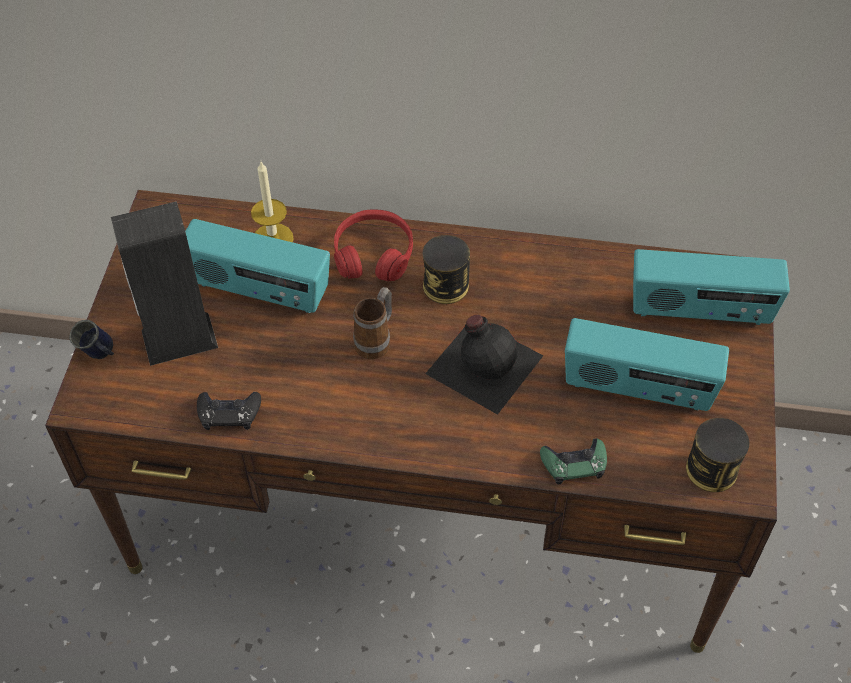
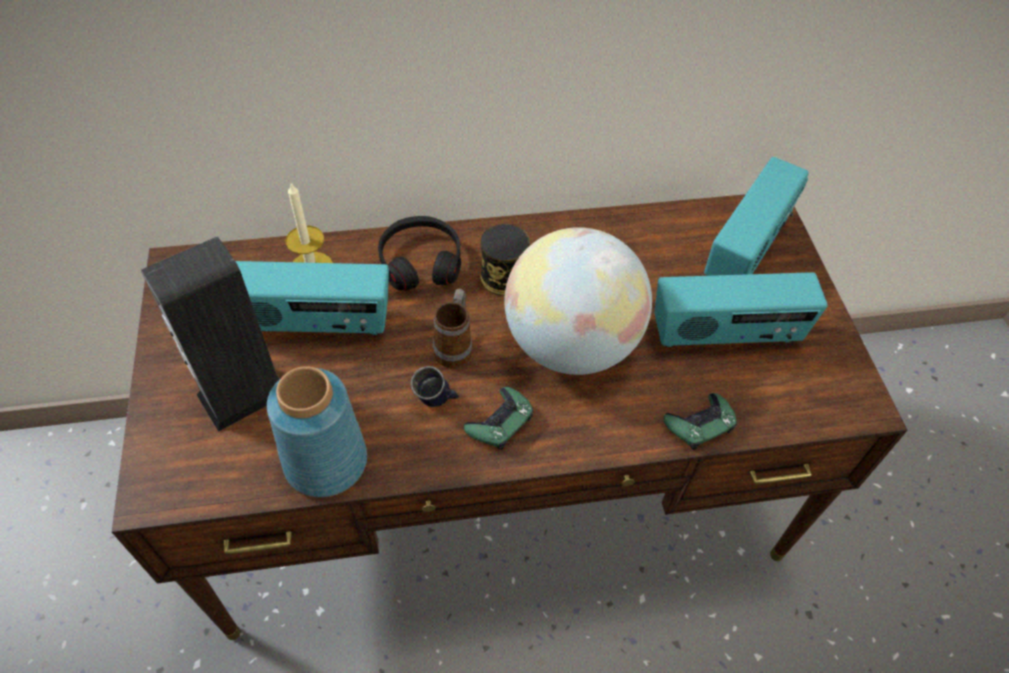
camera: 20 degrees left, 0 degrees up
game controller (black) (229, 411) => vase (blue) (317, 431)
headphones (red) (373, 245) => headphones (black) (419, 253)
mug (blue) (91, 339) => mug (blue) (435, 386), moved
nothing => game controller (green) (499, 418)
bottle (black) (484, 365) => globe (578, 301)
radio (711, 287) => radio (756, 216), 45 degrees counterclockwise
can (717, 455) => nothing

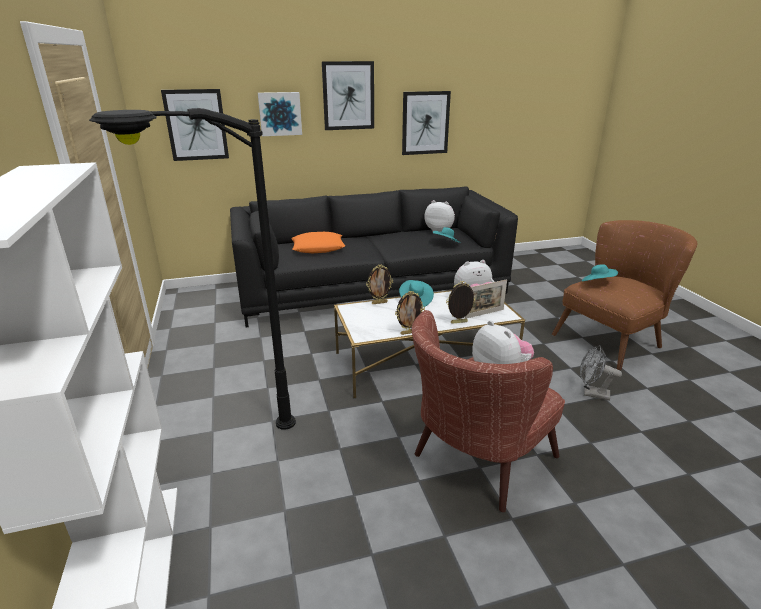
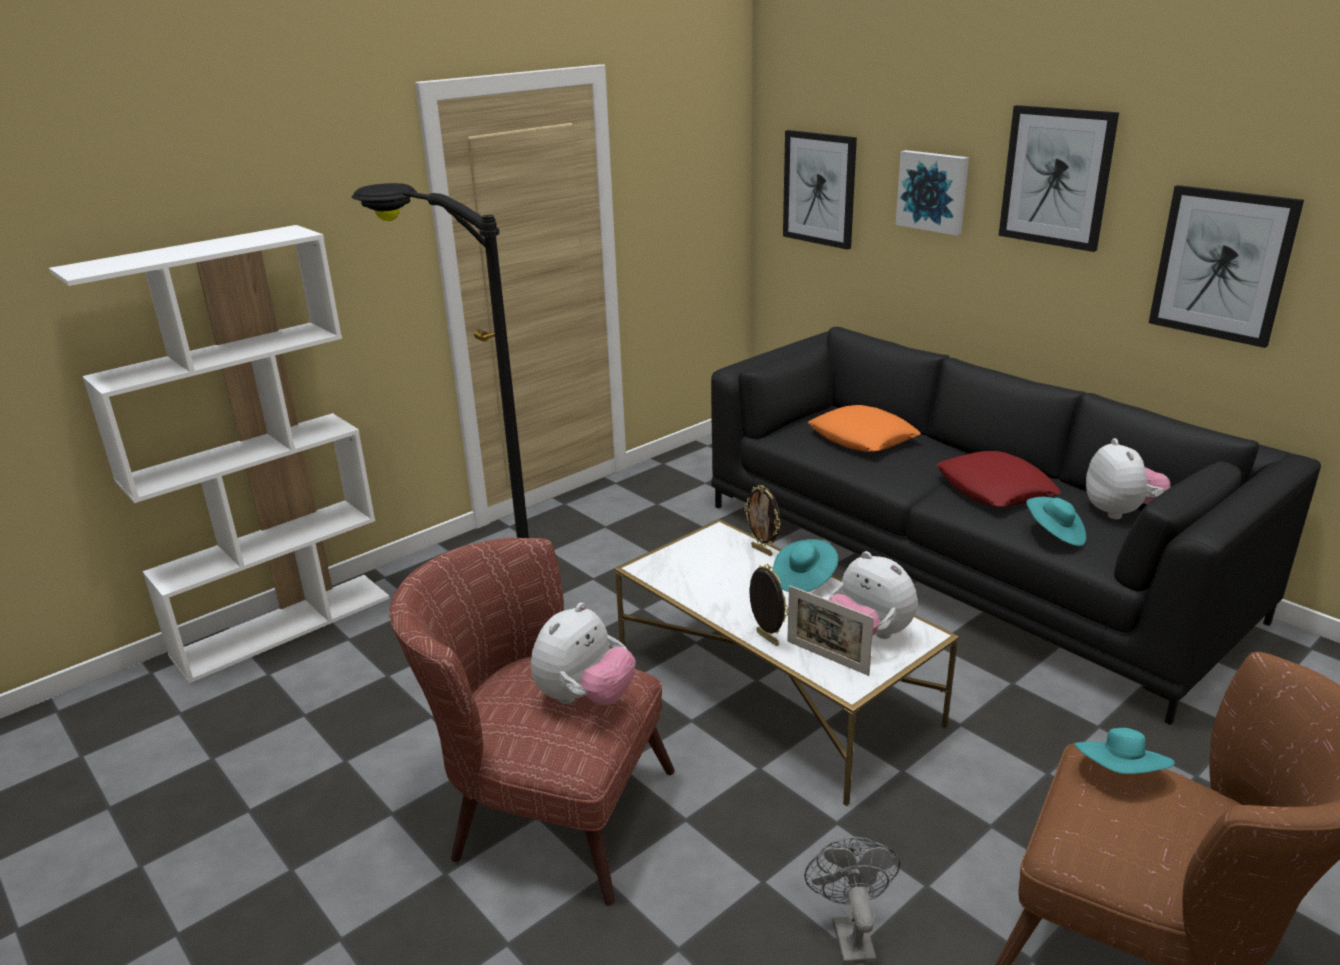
camera: 65 degrees right, 0 degrees up
nothing => pillow (red) (999, 479)
picture frame (410, 313) => nothing

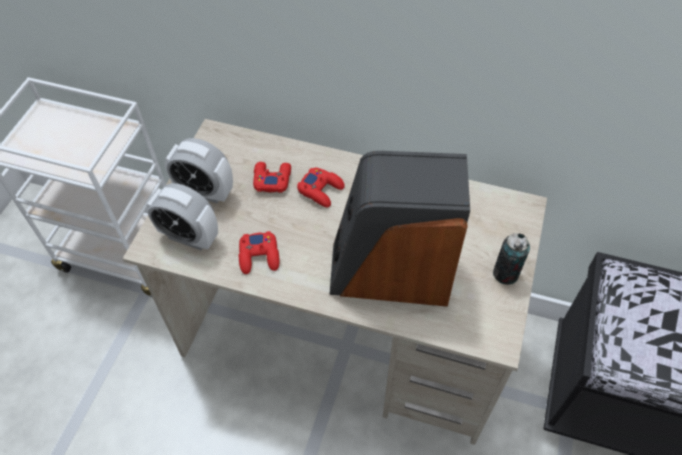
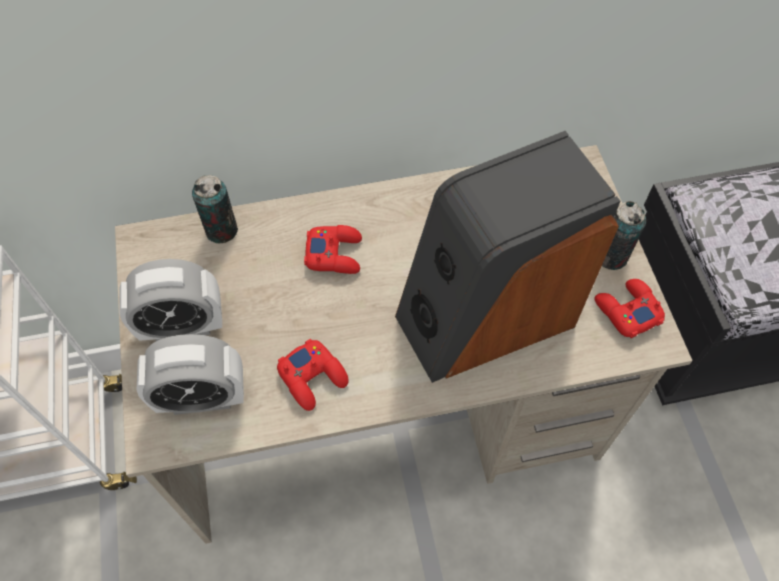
camera: 30 degrees left, 5 degrees up
nothing => can (215, 209)
game controller (red) (272, 177) => game controller (red) (629, 308), moved

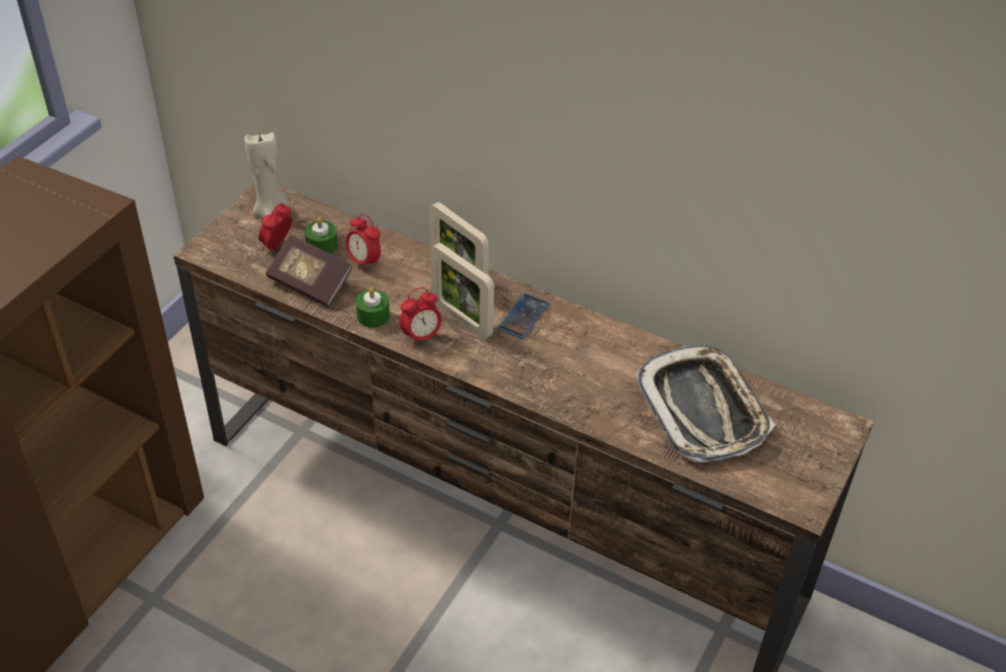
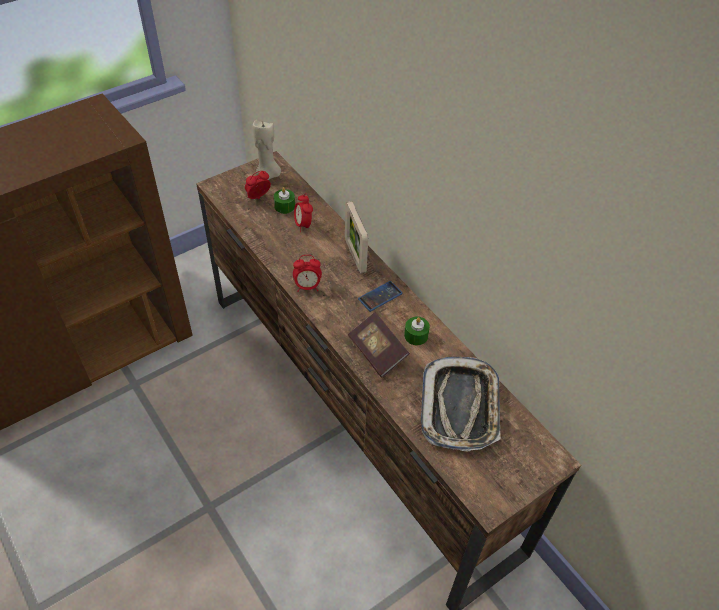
camera: 25 degrees right, 5 degrees up
book (309, 271) => book (379, 345), moved
candle (green) (373, 307) => candle (green) (417, 331), moved
picture frame (462, 291) => nothing

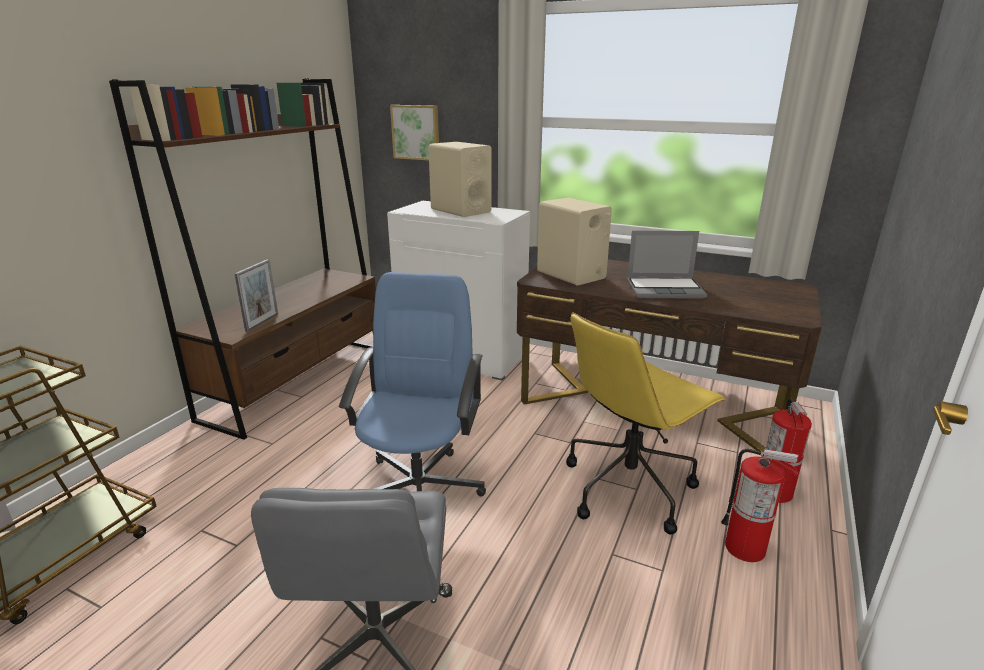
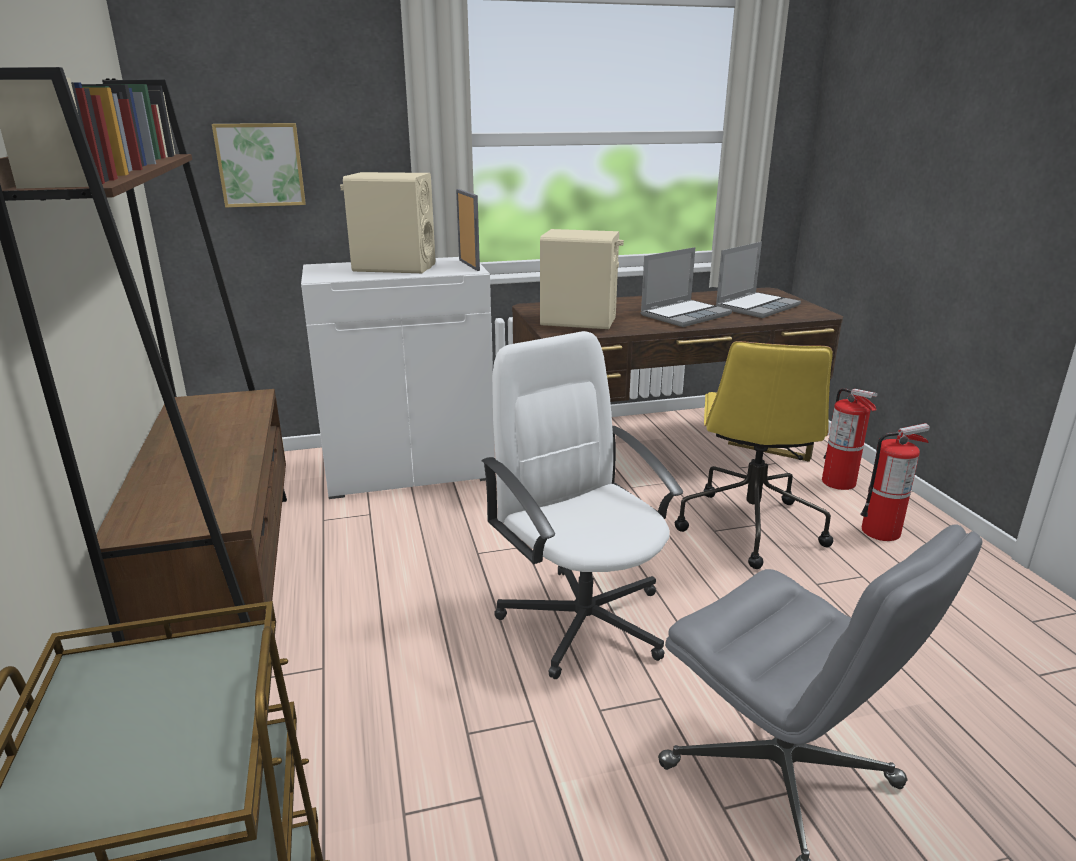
camera: 40 degrees left, 0 degrees up
picture frame (256, 295) => picture frame (468, 230), moved
office chair (blue) (412, 384) => office chair (white) (582, 505)
nothing => laptop (758, 280)

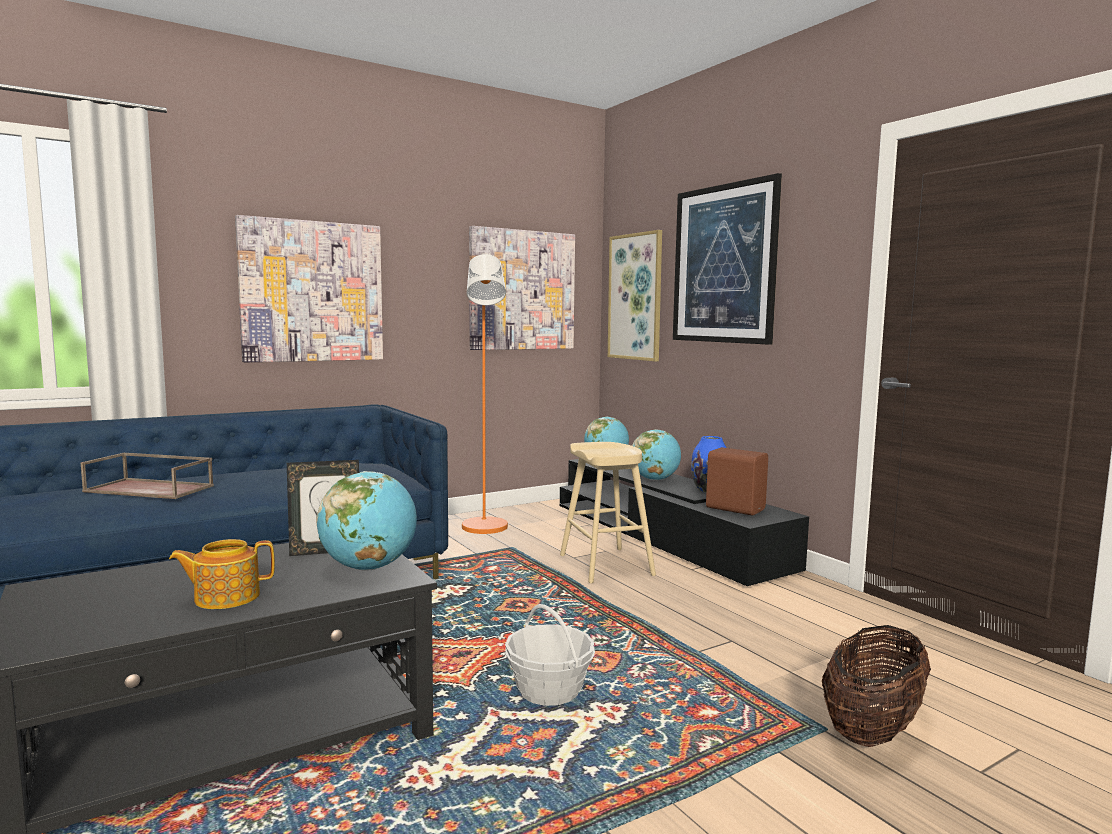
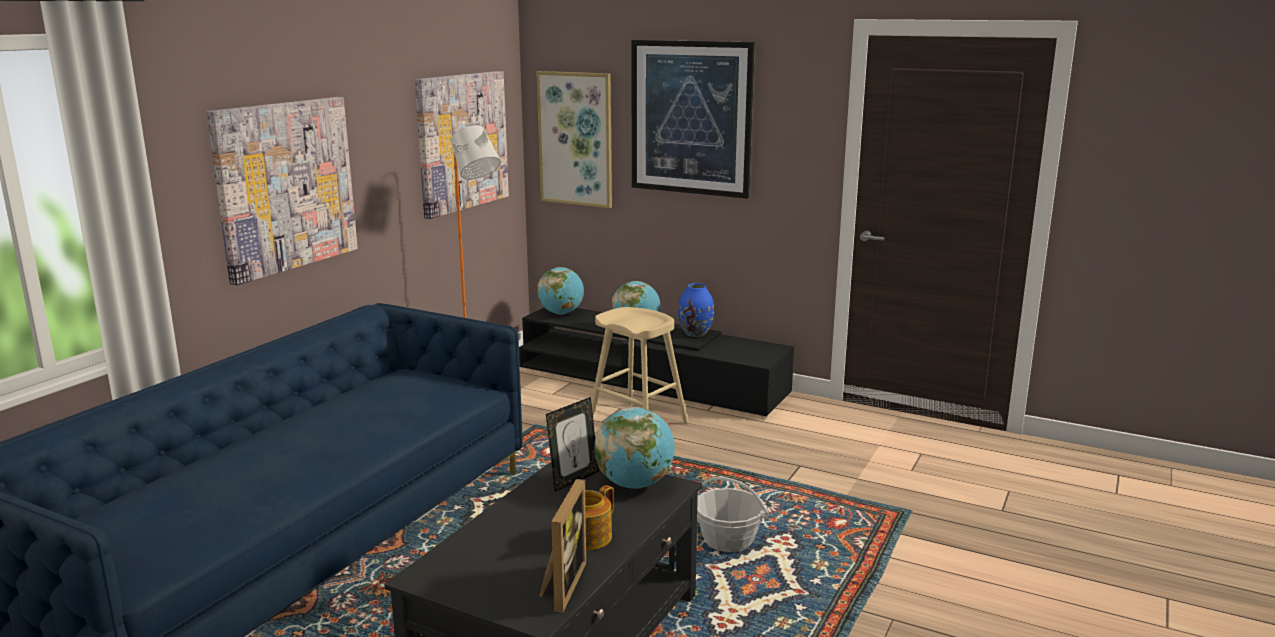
camera: 30 degrees left, 10 degrees up
nothing => picture frame (562, 546)
tray (brown) (147, 476) => nothing
speaker (brown) (737, 481) => nothing
basket (876, 686) => nothing

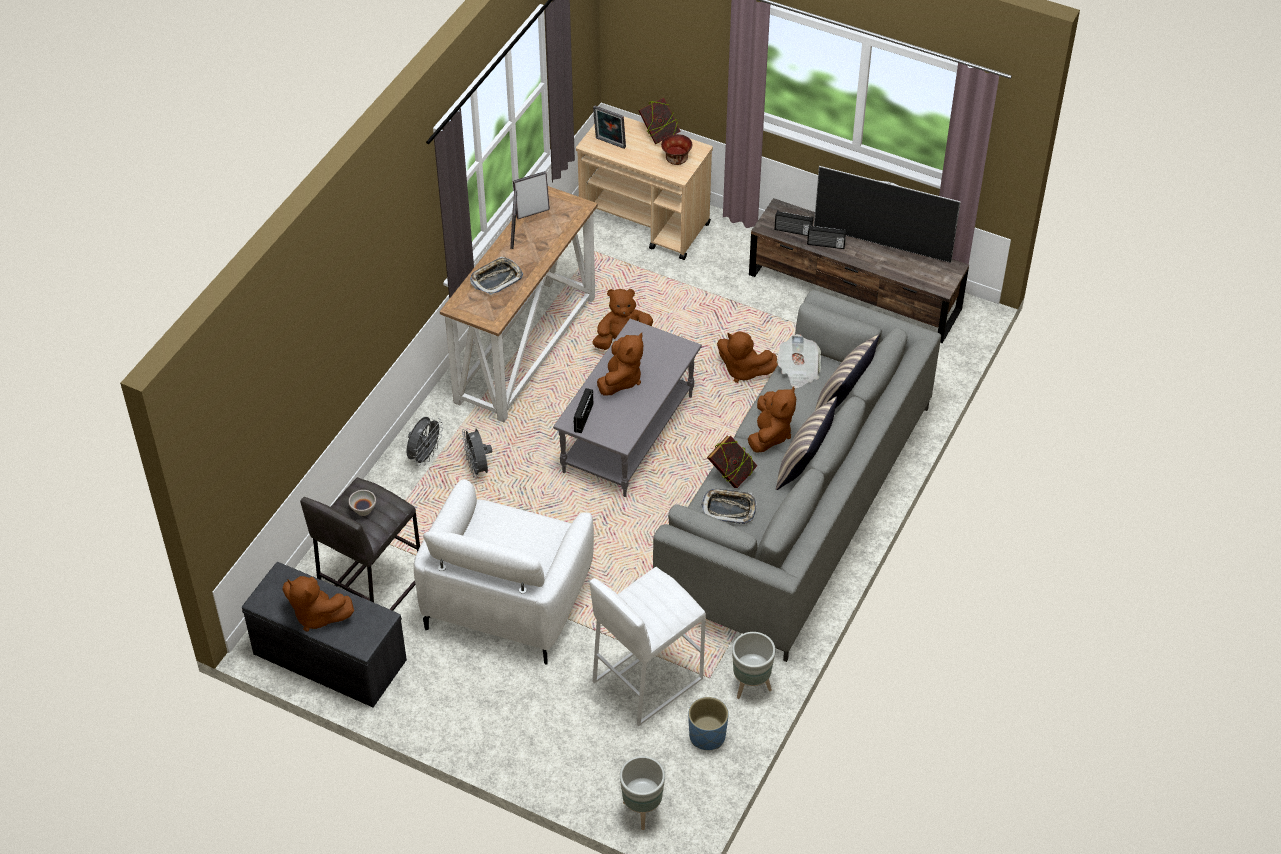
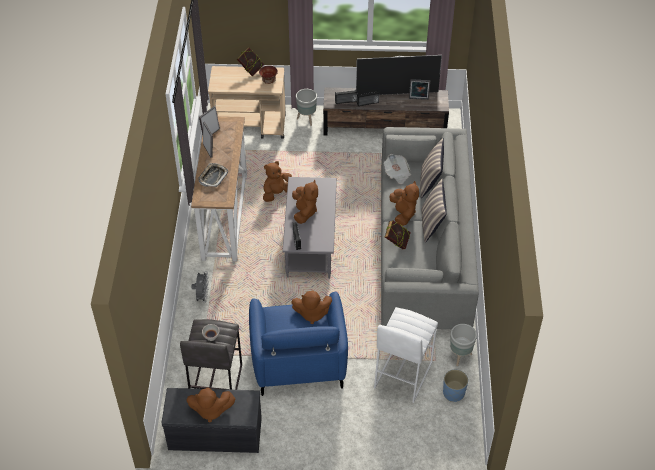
camera: 25 degrees left, 0 degrees up
armchair (white) (504, 572) => armchair (blue) (298, 343)
plush toy (brown) (747, 357) => plush toy (brown) (311, 307), moved
planter (grey) (642, 793) => planter (grey) (306, 107), moved
picture frame (609, 127) => picture frame (419, 89), moved
fan (grey) (477, 454) => nothing
tray (729, 506) => nothing

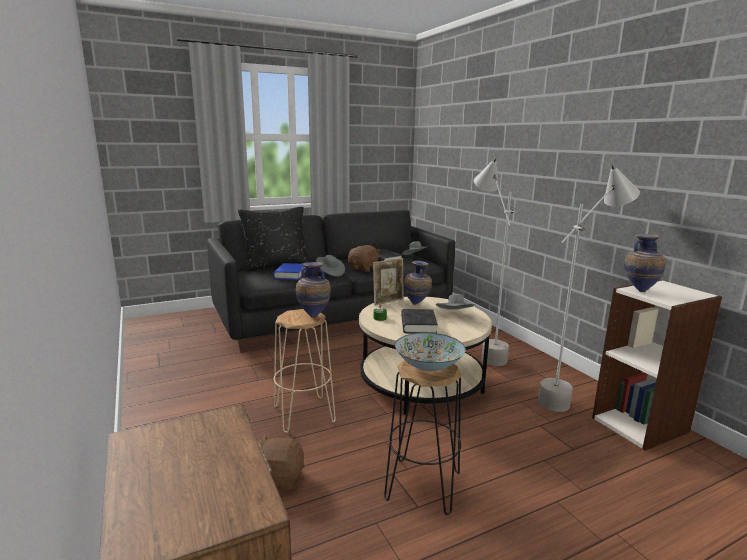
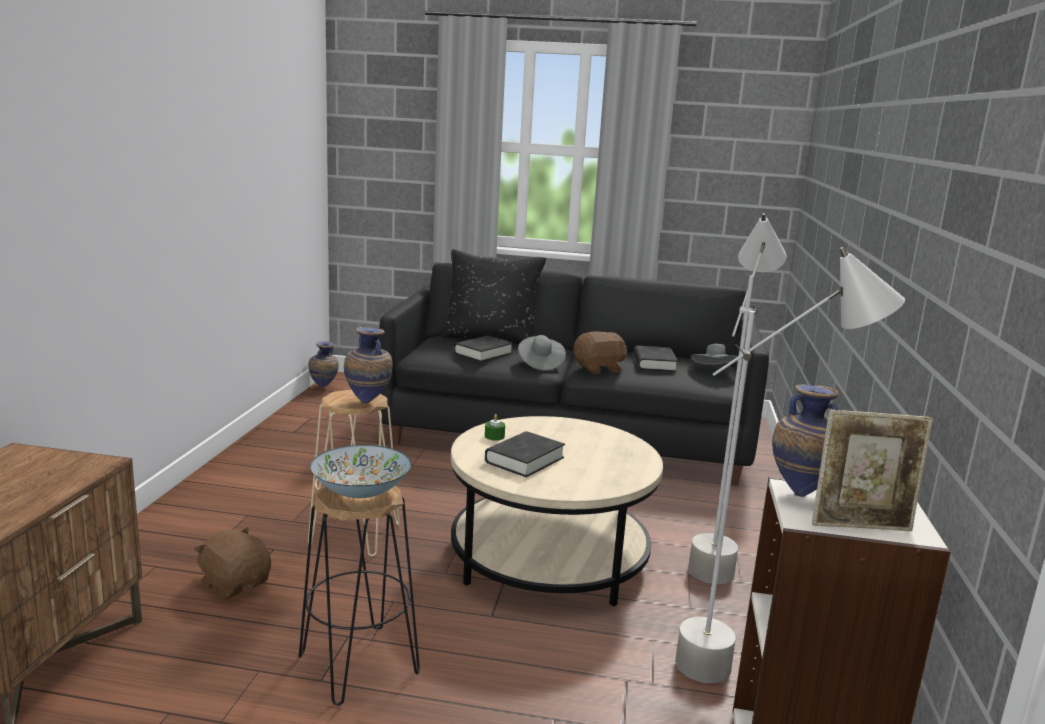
camera: 35 degrees right, 0 degrees up
vase (418, 283) => vase (324, 364), moved
book (blue) (289, 271) => book (black) (483, 349)
picture frame (388, 282) => picture frame (872, 470), moved
hat (grey) (456, 302) => nothing

